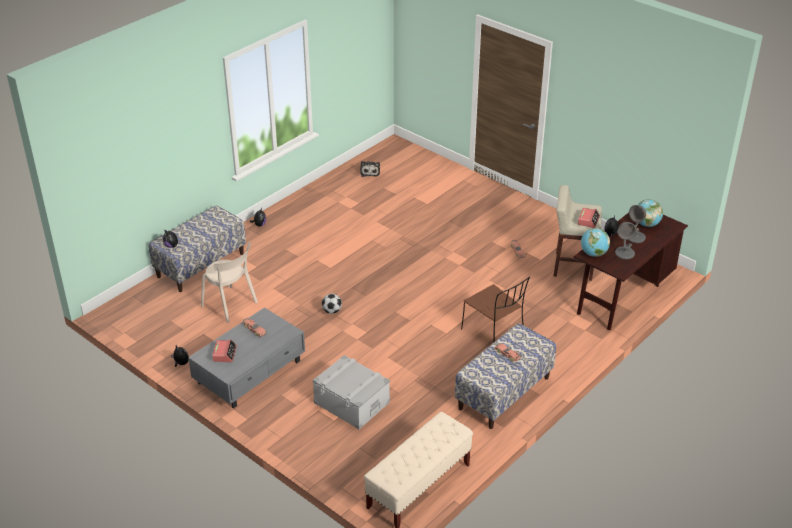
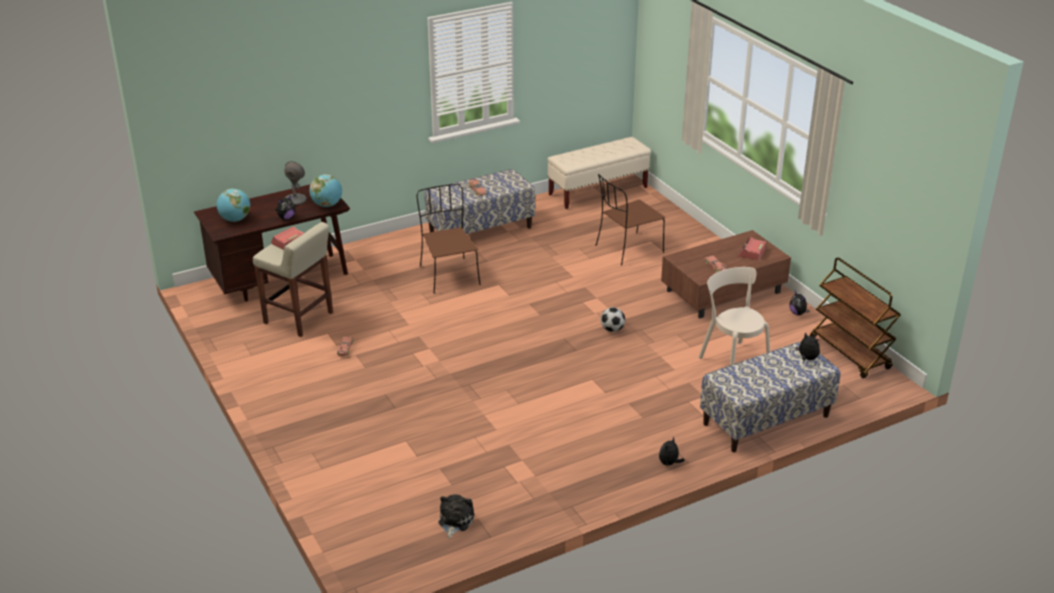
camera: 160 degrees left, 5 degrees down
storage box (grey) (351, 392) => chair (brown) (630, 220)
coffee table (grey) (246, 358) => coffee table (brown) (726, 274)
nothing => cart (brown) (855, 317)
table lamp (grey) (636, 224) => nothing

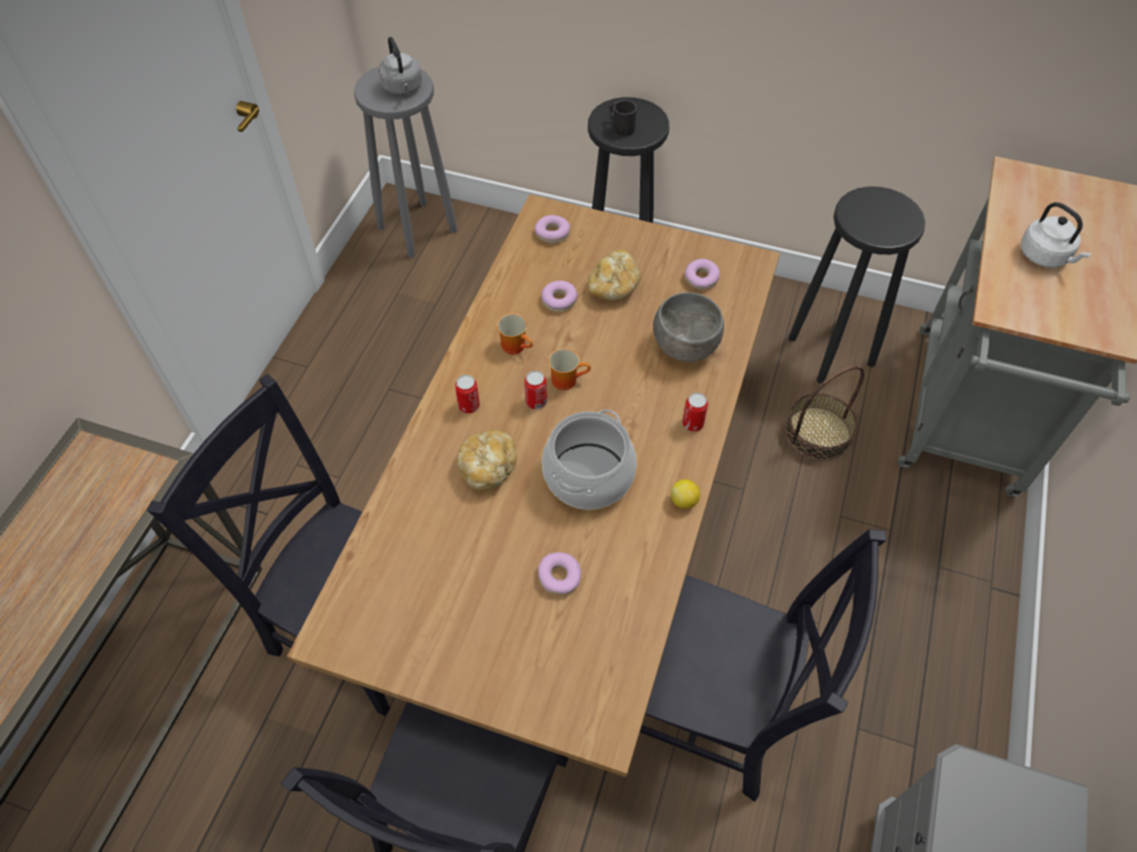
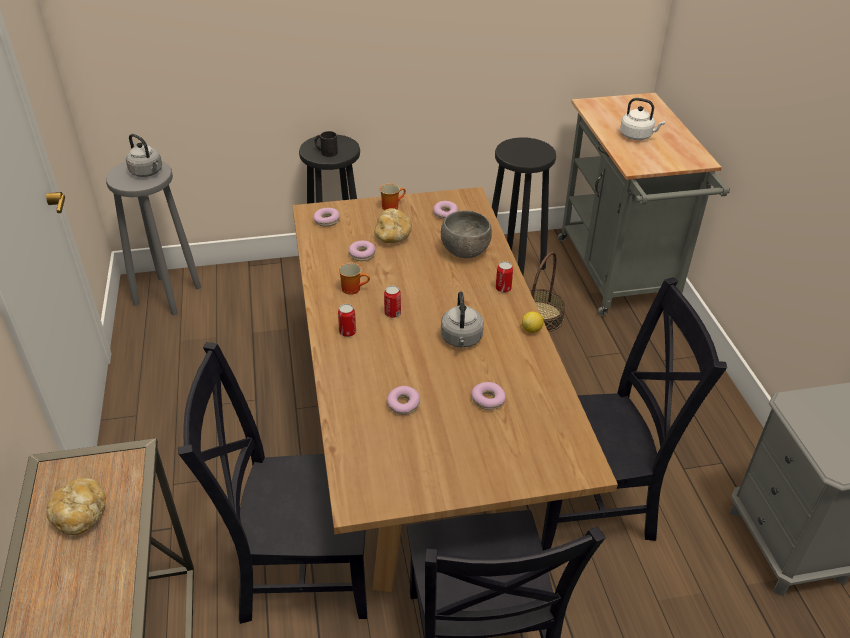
camera: 30 degrees left, 15 degrees down
bread (486, 460) => bread (76, 506), moved
mug (569, 369) => mug (393, 197), moved
nothing => donut (403, 400)
cooking pot (589, 459) => kettle (grey) (462, 319)

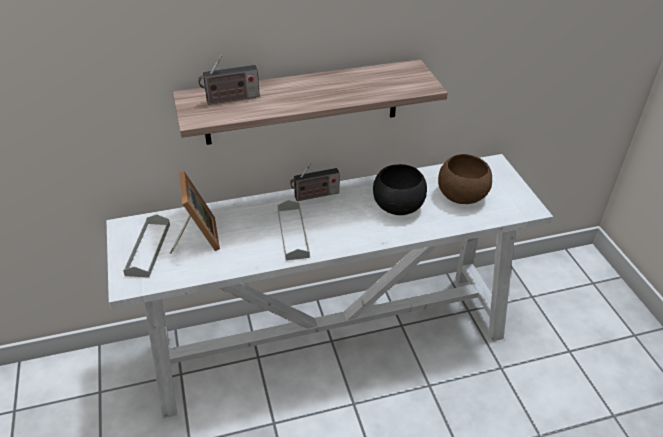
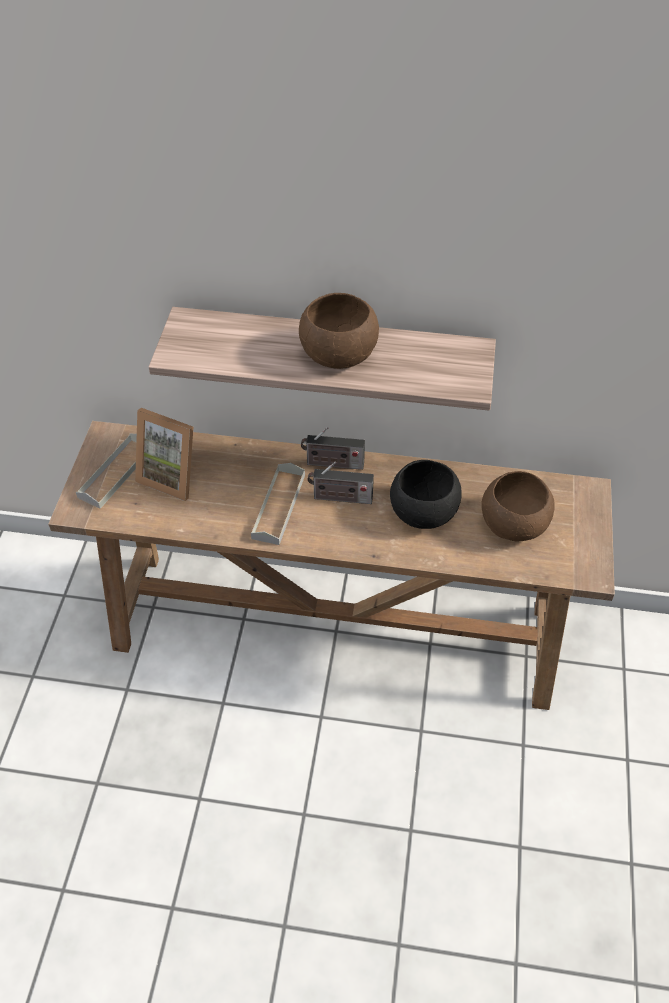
camera: 25 degrees right, 10 degrees up
console table (white) (329, 286) => console table (brown) (331, 565)
picture frame (194, 212) => picture frame (164, 454), 105 degrees clockwise
nothing => bowl (brown) (339, 331)
radio (229, 80) => radio (340, 482), moved

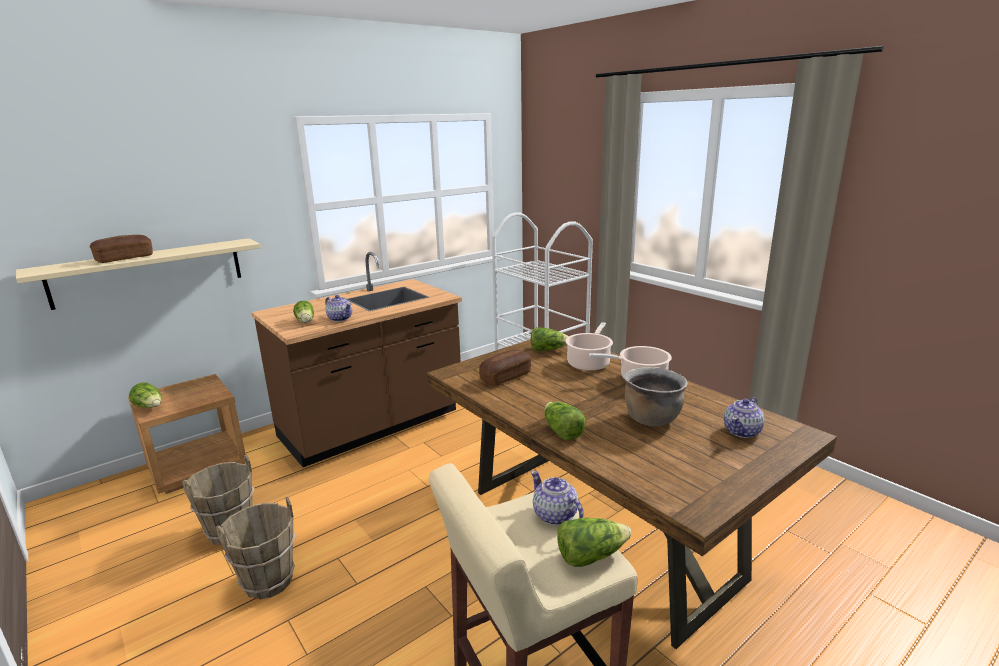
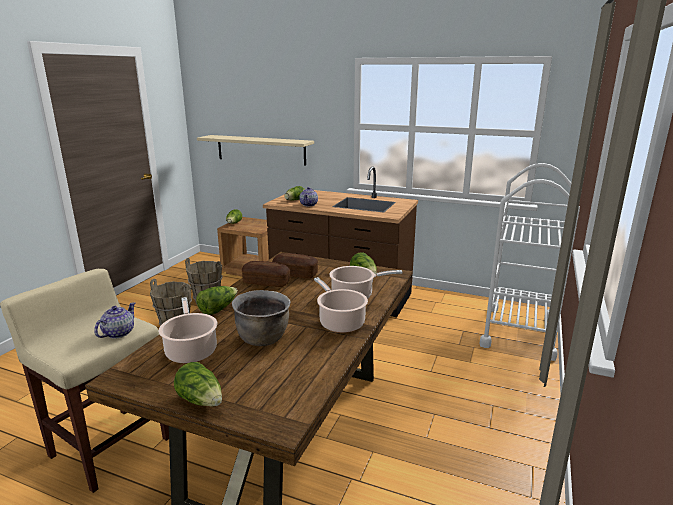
camera: 60 degrees right, 0 degrees up
nothing => cooking pot (187, 330)
lettuce (594, 542) => lettuce (198, 384), moved
bread (121, 249) => bread (266, 274), moved
teapot (744, 417) => nothing

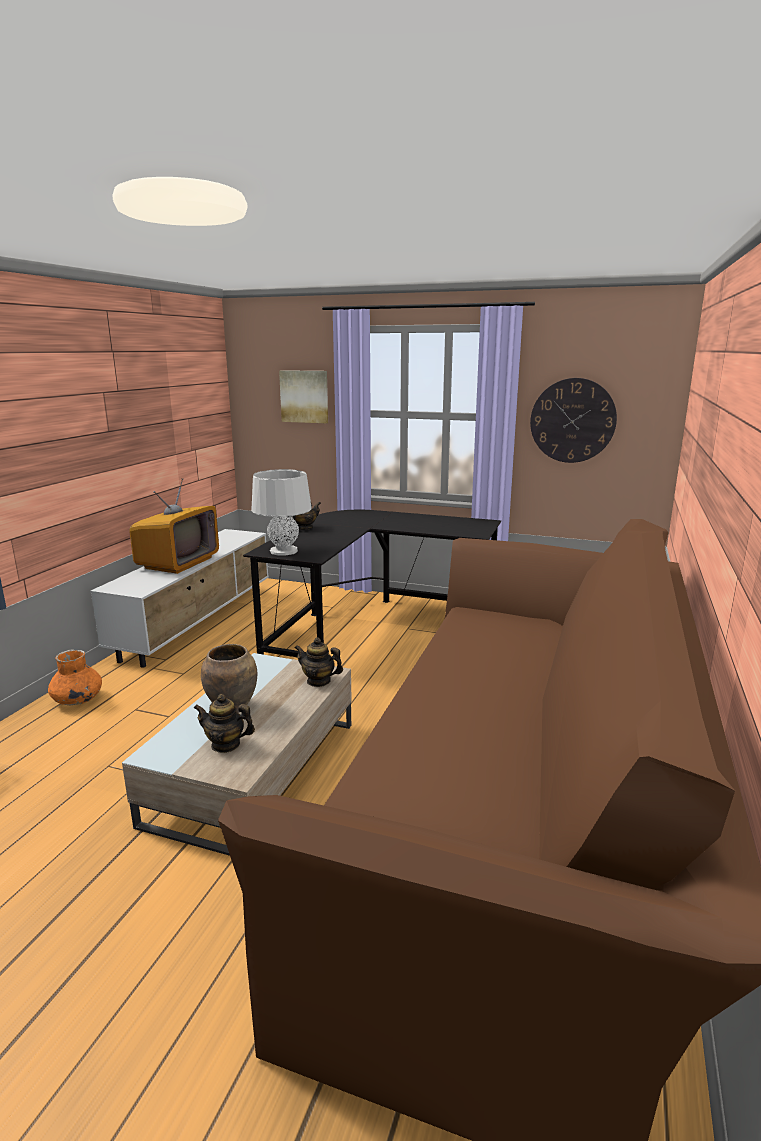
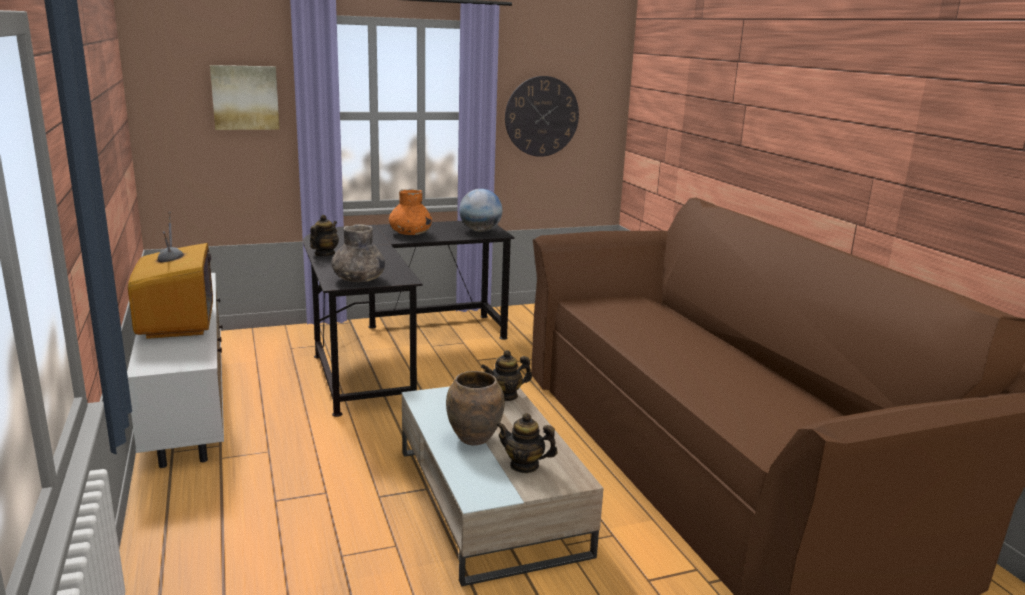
camera: 40 degrees left, 0 degrees up
table lamp (grey) (281, 512) => vase (grey) (358, 253)
vase (orange) (75, 677) => vase (orange) (410, 212), moved
nothing => globe (480, 210)
teapot (224, 723) => teapot (527, 443), 45 degrees clockwise

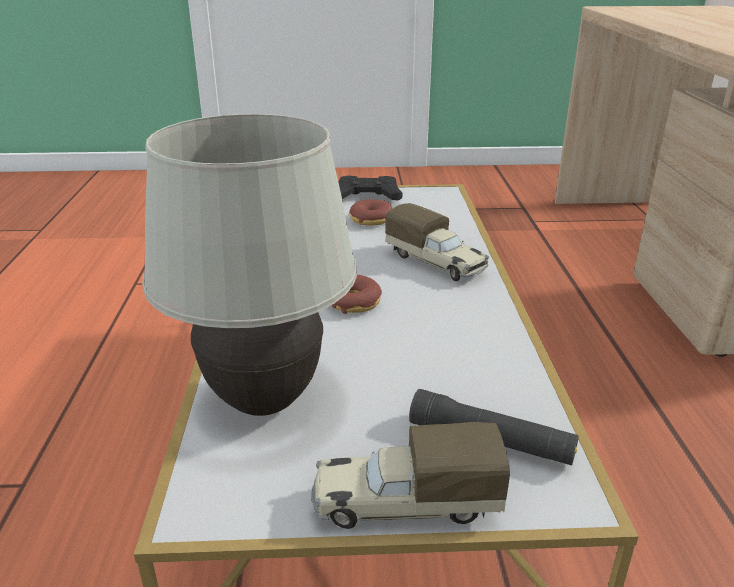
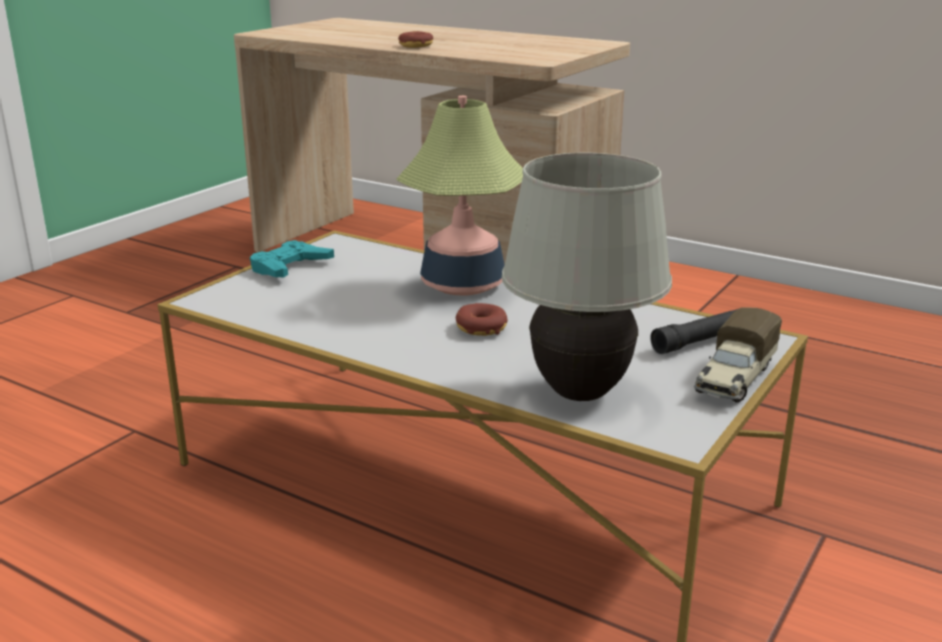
camera: 55 degrees left, 5 degrees down
game controller (black) (370, 188) => game controller (turquoise) (292, 258)
toy truck (437, 242) => table lamp (459, 195)
donut (371, 212) => donut (415, 39), moved

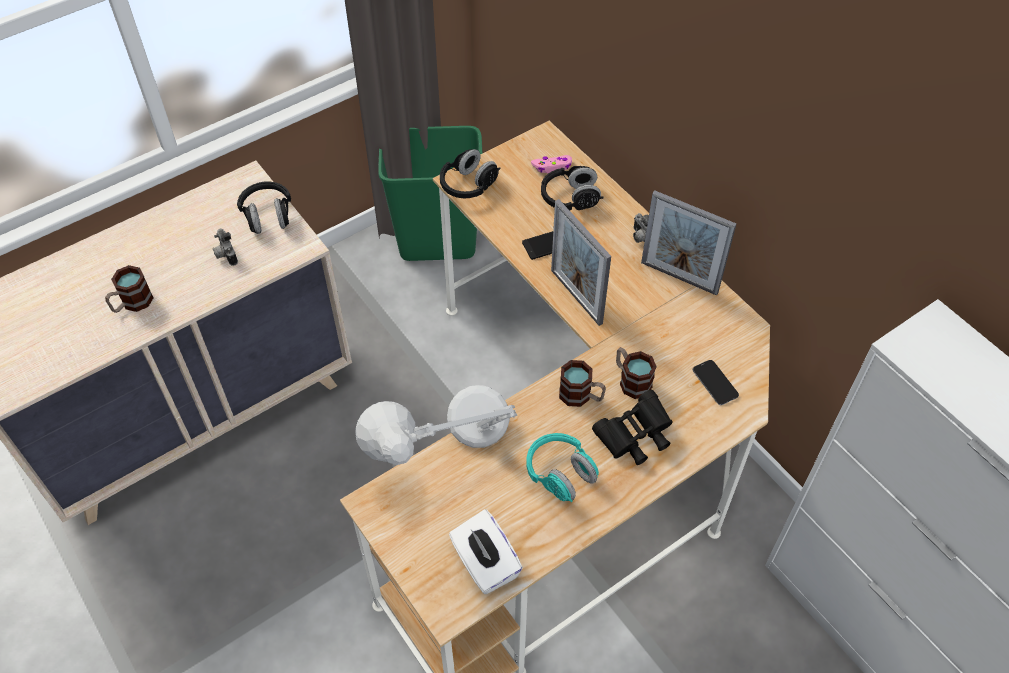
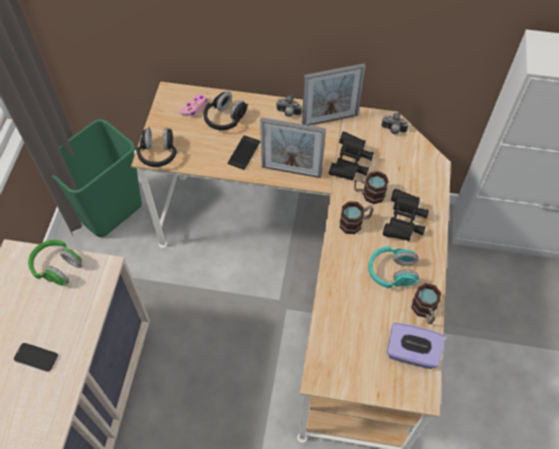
camera: 45 degrees left, 5 degrees up
phone (716, 382) => phone (36, 357), moved
headphones (black) (264, 207) => headphones (green) (55, 263)
nothing => binoculars (black) (351, 156)
photo camera (225, 247) => photo camera (394, 123), moved
tissue box (white) (486, 551) => tissue box (purple) (416, 346)
mug (129, 289) => mug (426, 303), moved
table lamp (grey) (436, 425) => nothing

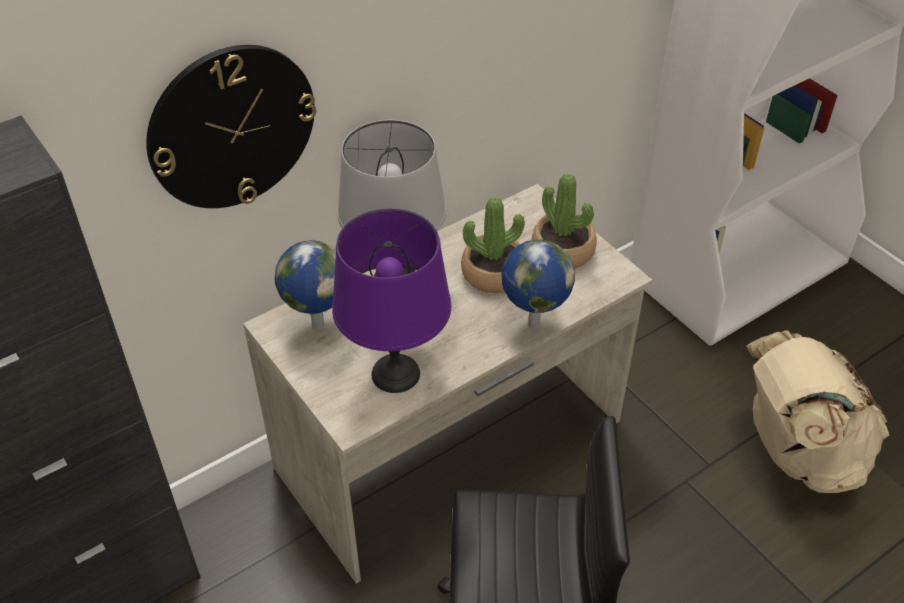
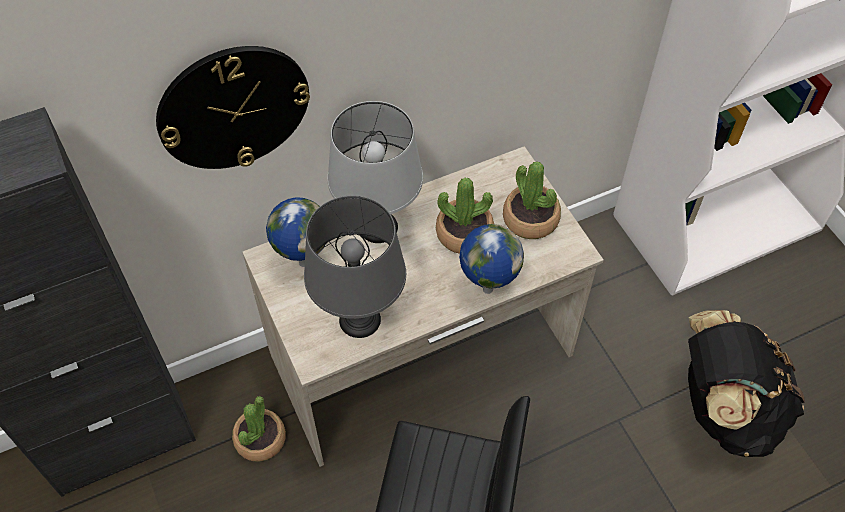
camera: 10 degrees right, 10 degrees up
nothing => potted plant (259, 429)
table lamp (purple) (391, 300) => table lamp (grey) (355, 267)
backpack (beige) (817, 411) => backpack (black) (746, 383)

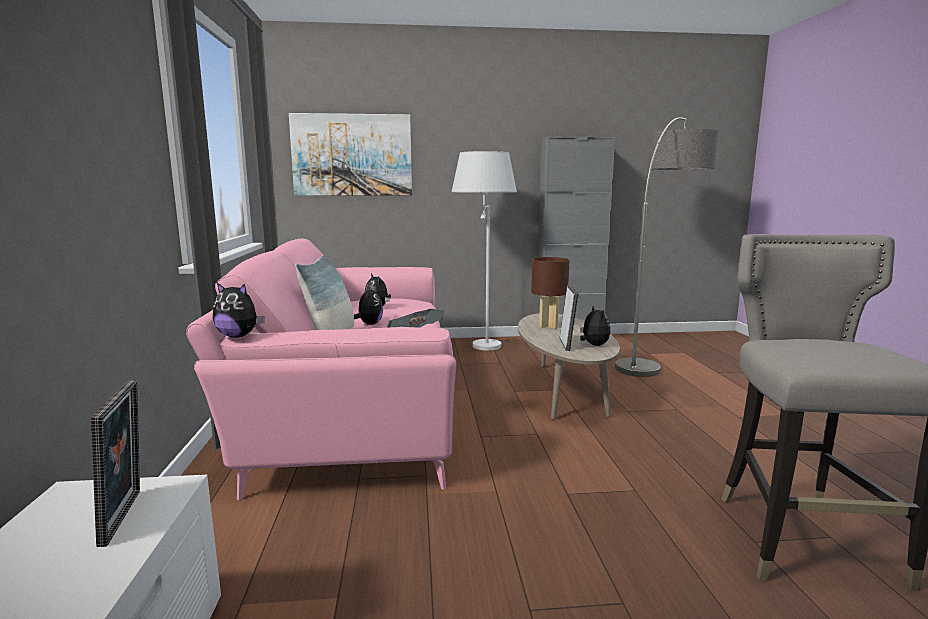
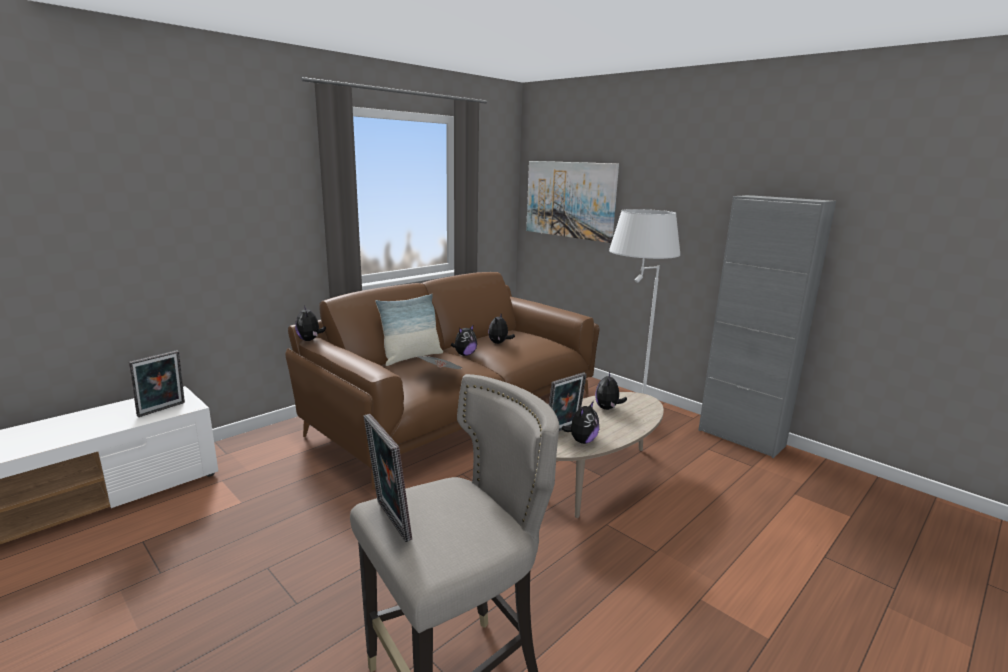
camera: 50 degrees right, 5 degrees up
sofa (pink) (321, 370) => sofa (brown) (442, 381)
nothing => picture frame (388, 478)
table lamp (brown) (550, 293) => plush toy (611, 391)
floor lamp (667, 247) => nothing

